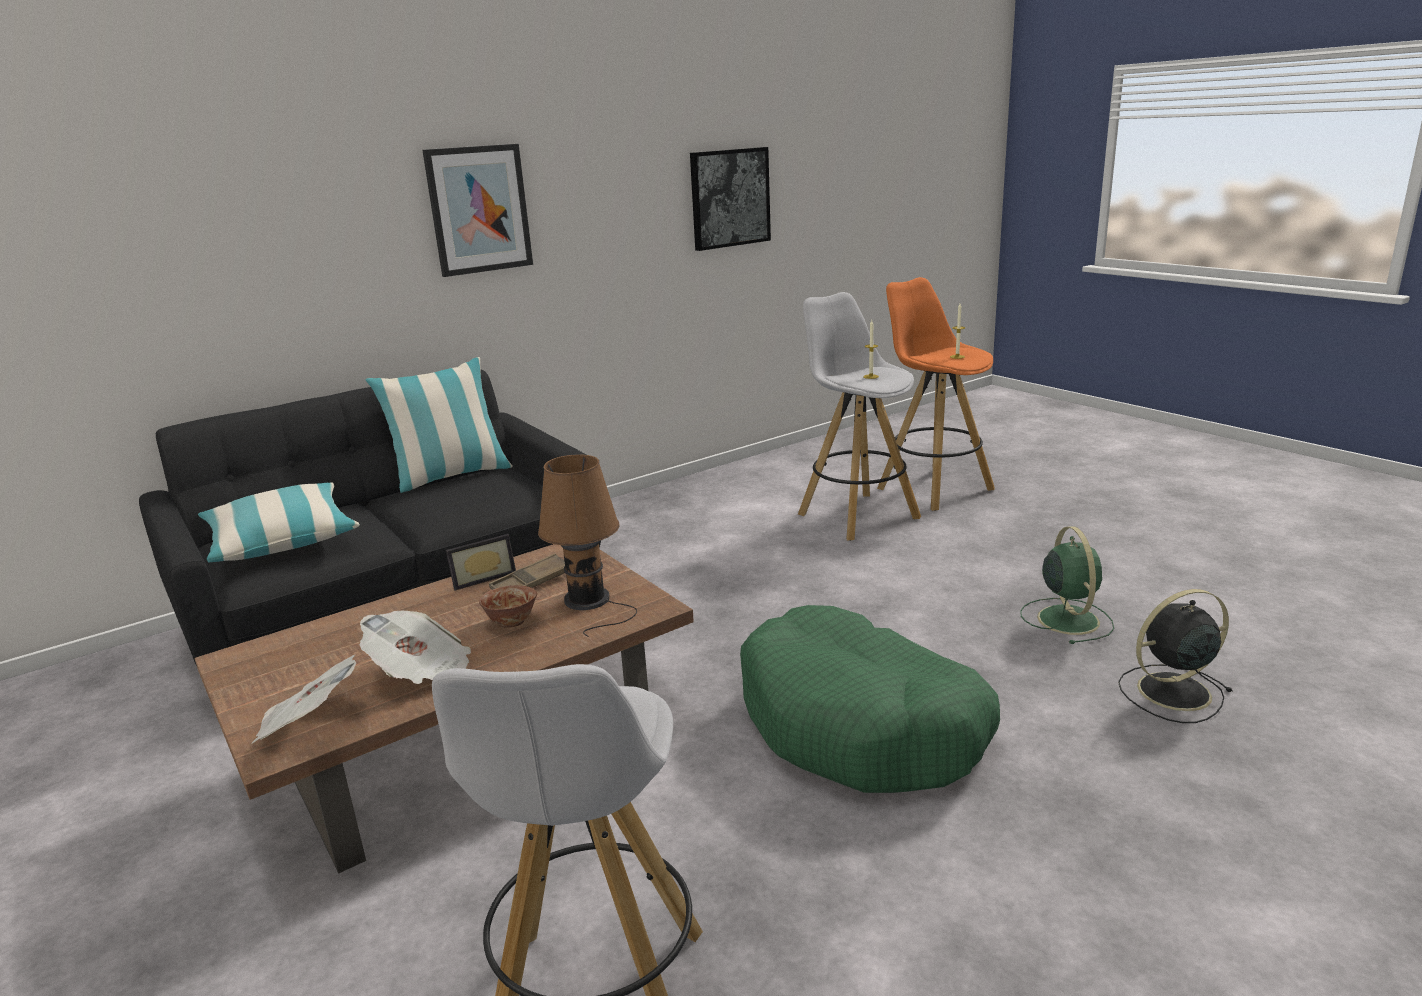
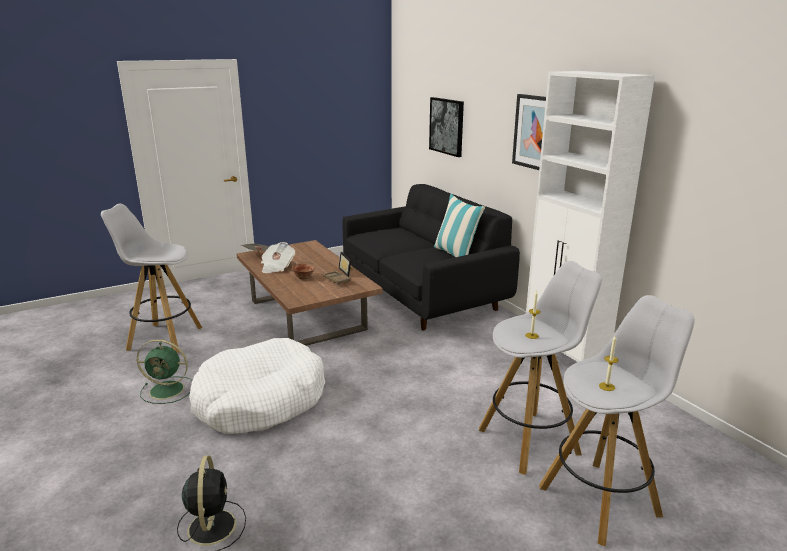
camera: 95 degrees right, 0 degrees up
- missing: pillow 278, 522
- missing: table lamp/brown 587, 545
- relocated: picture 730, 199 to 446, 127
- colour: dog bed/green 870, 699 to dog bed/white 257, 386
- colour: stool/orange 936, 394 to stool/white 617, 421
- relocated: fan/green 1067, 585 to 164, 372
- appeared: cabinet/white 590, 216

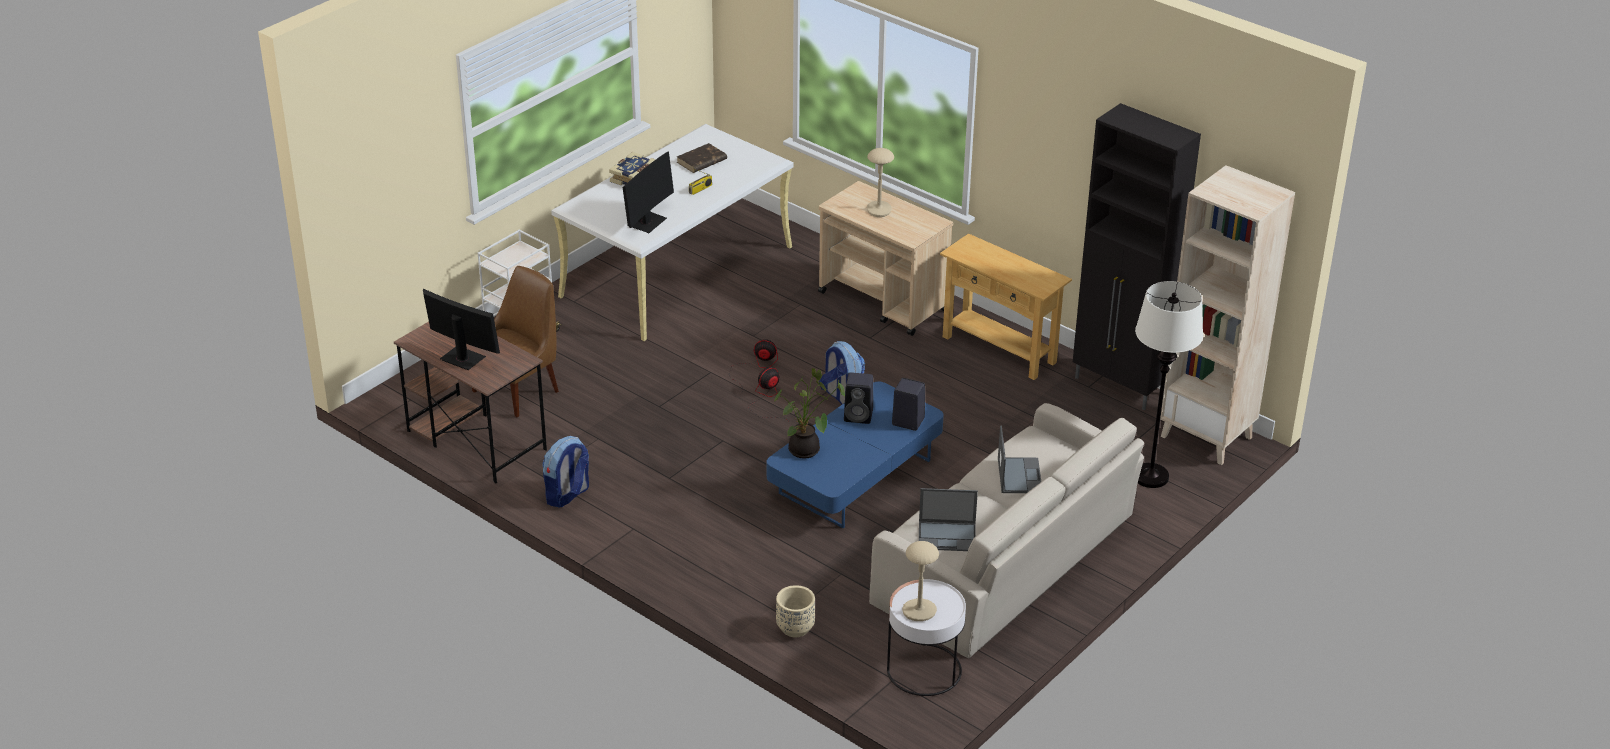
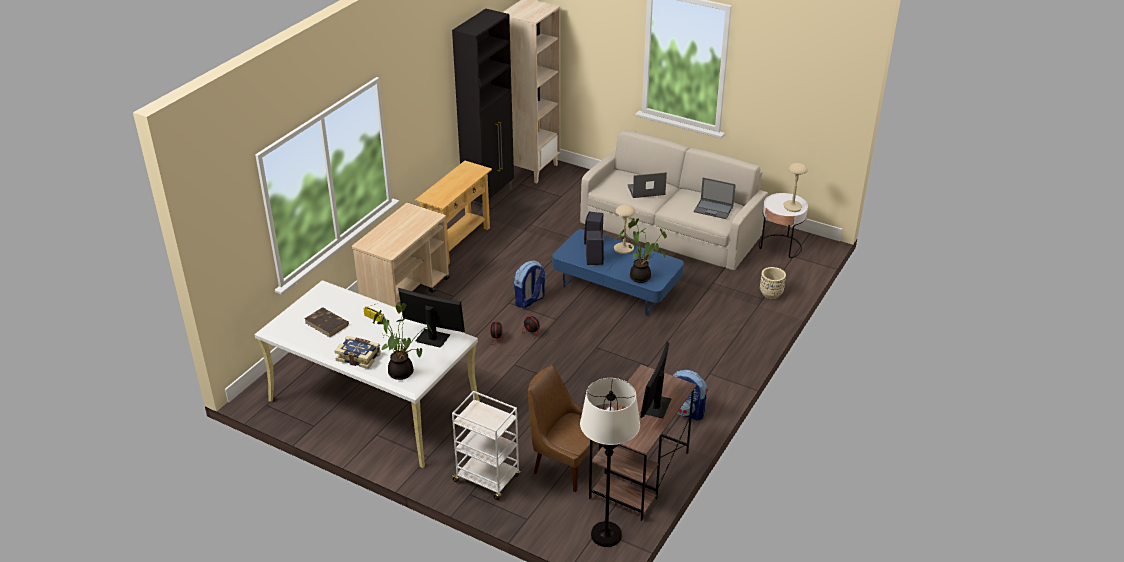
camera: 100 degrees left, 0 degrees up
- relocated: table lamp/beige 880, 182 to 624, 229
- spun: laptop 948, 519 = 715, 198 120 degrees clockwise
- relocated: floor lamp/white 1169, 384 to 610, 462
- appeared: potted plant 403, 341

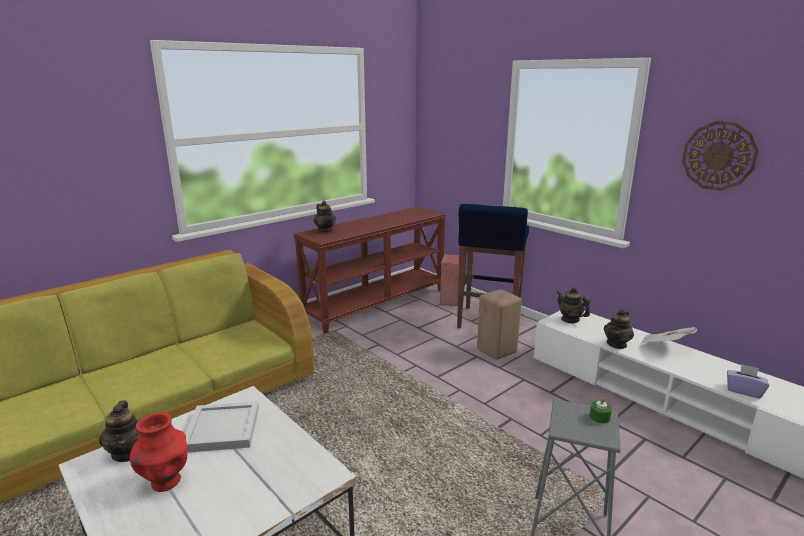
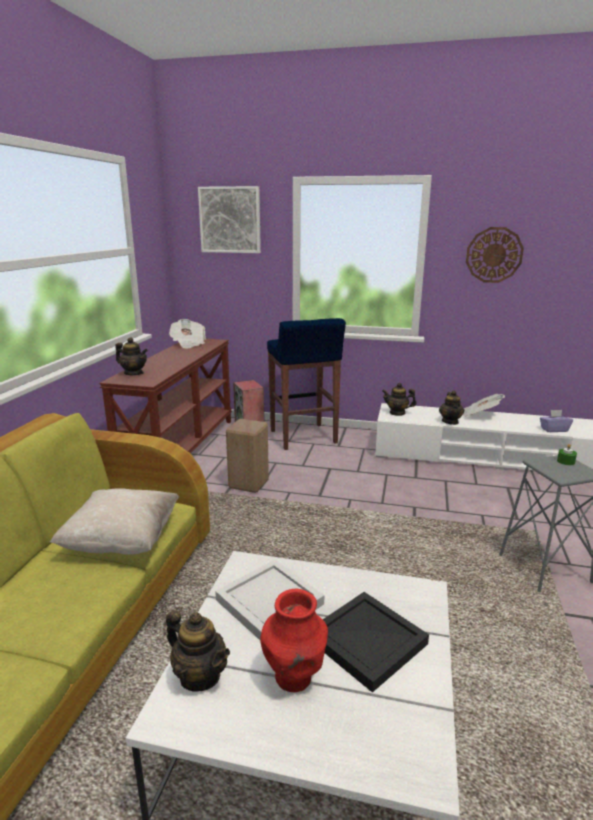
camera: 35 degrees left, 0 degrees up
- relocated: stool/beige 499, 324 to 247, 456
- appeared: pillow/beige 114, 521
- appeared: newspaper 187, 334
- appeared: picture 229, 219
- appeared: tray/black 376, 642

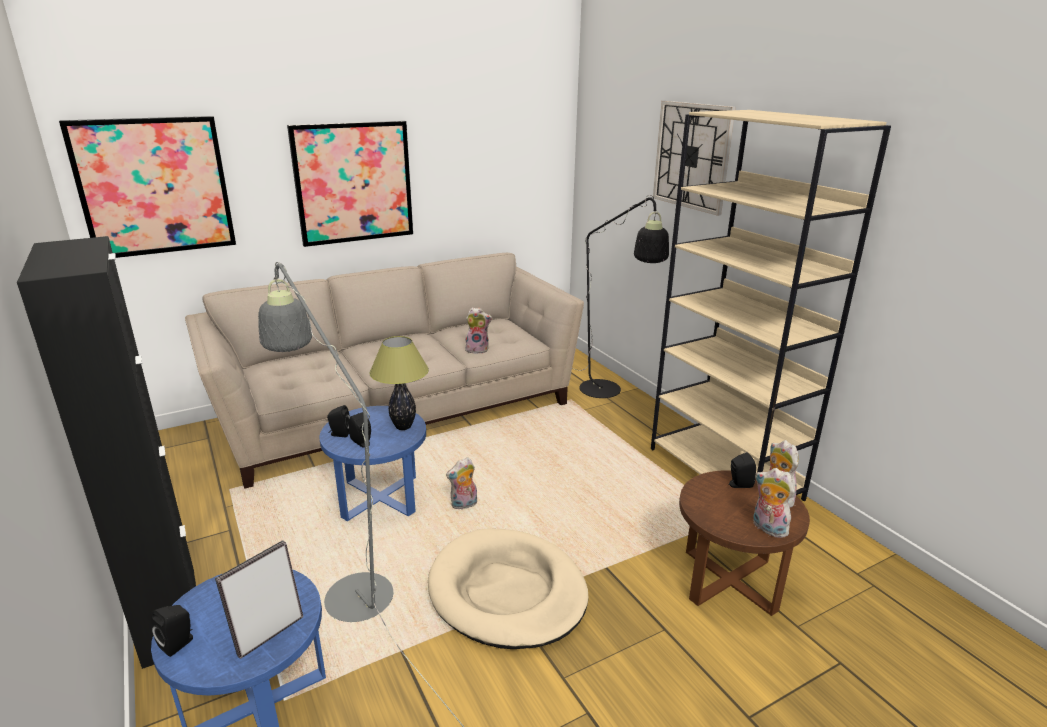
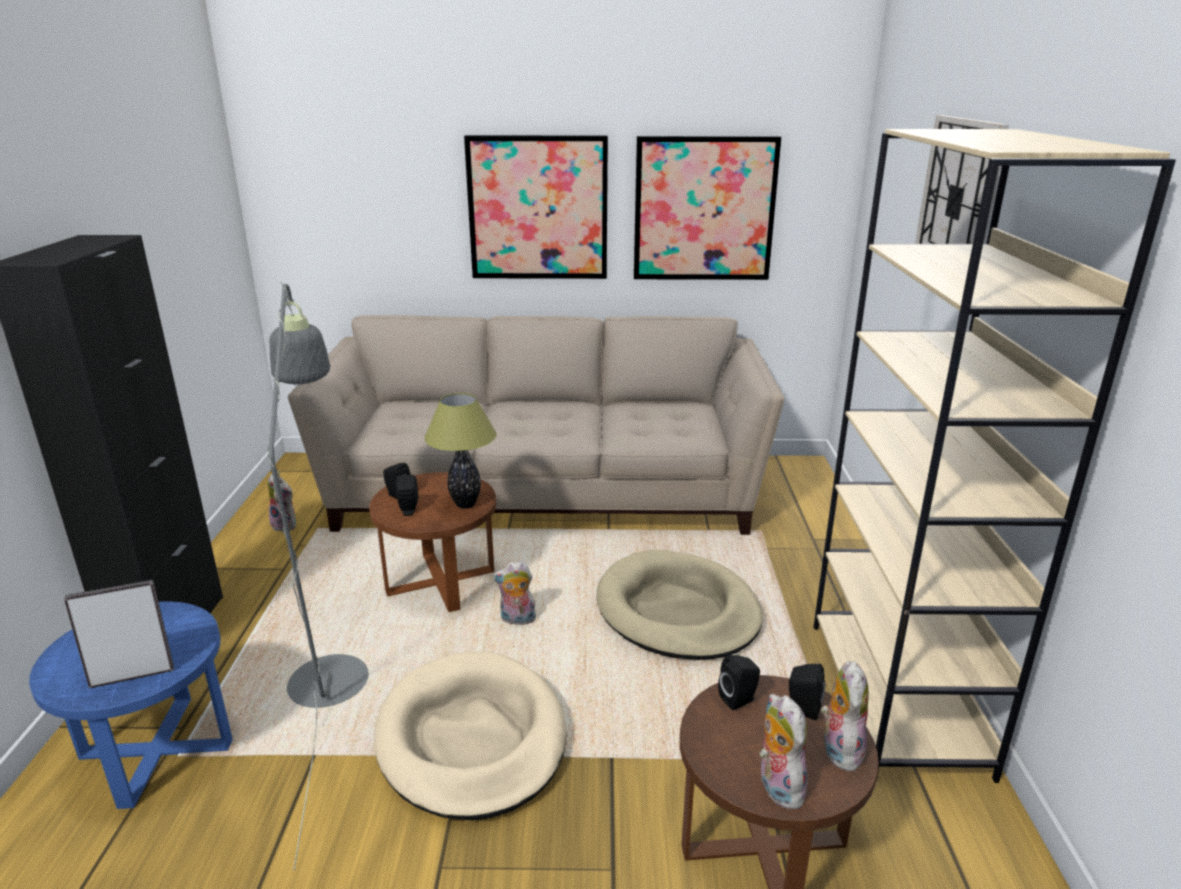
camera: 30 degrees right, 0 degrees up
- relocated: picture 147, 187 to 708, 208
- relocated: speaker/black 172, 631 to 739, 682
- colour: side table/blue 373, 463 to side table/brown 432, 542
- relocated: plush toy 478, 330 to 282, 503
- missing: floor lamp/black 620, 296
- appeared: dog bed/beige 679, 605

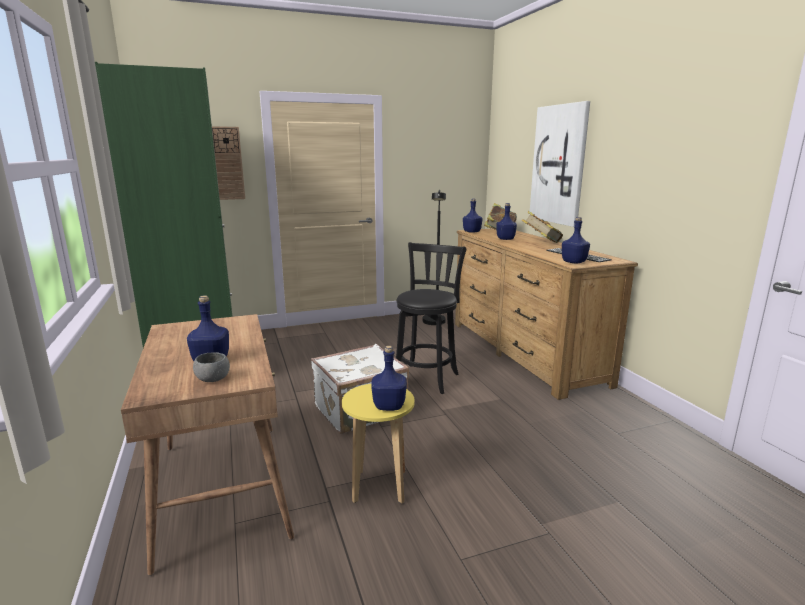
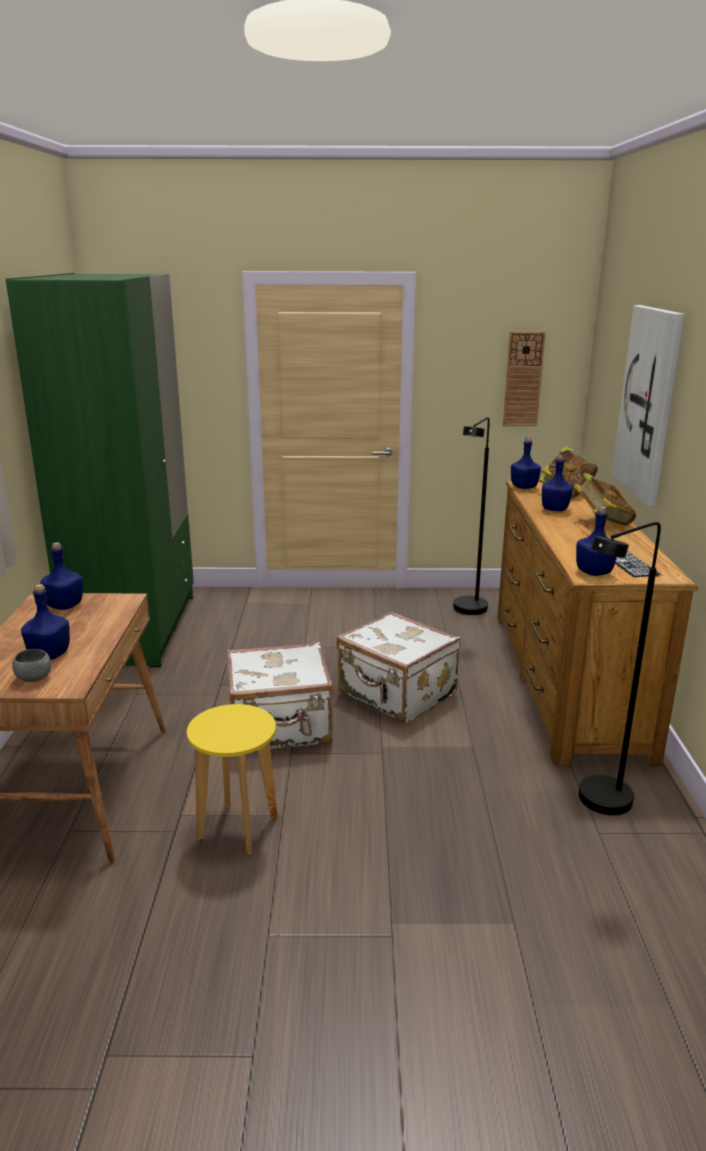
camera: 20 degrees right, 5 degrees up
- relocated: wall clock 228, 163 to 524, 379
- relocated: bottle/blue 389, 378 to 61, 576
- exchanged: stool/black 431, 318 to suitcase/white 398, 668
- appeared: floor lamp/black 619, 668

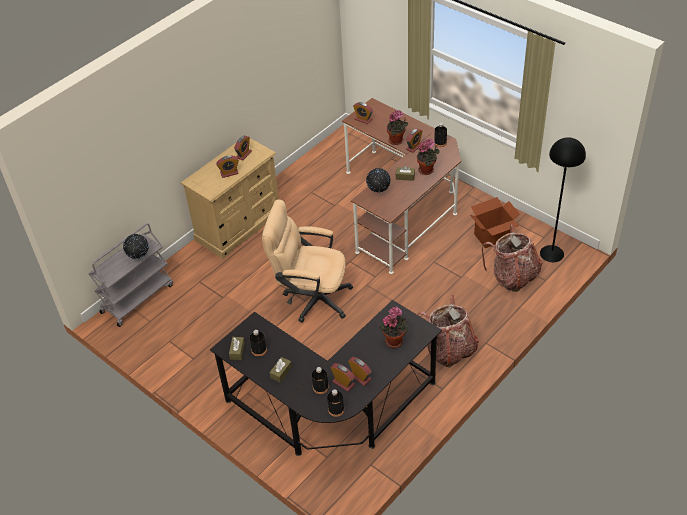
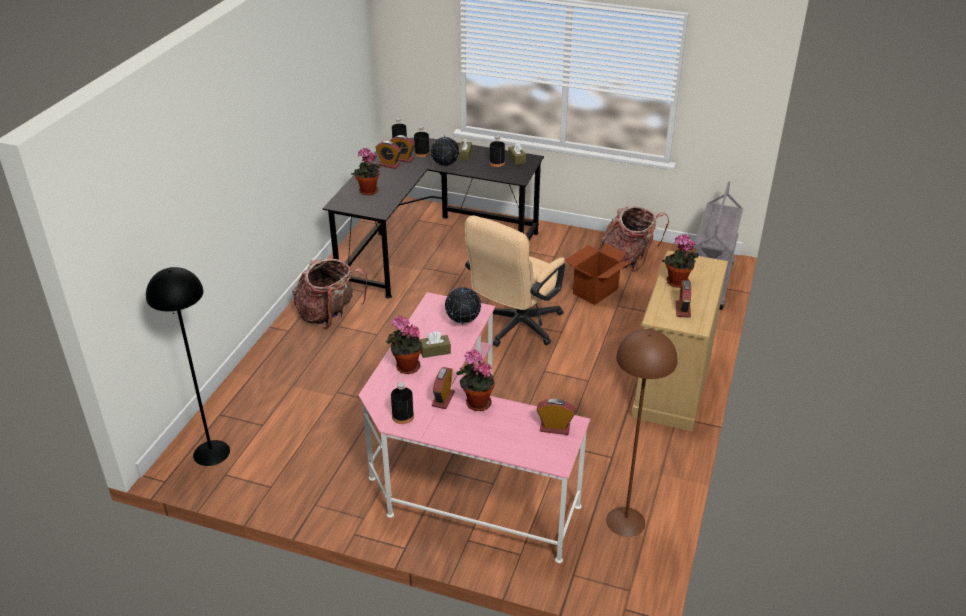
camera: 155 degrees right, 10 degrees down
- relocated: globe 136, 246 to 445, 151
- exchanged: alarm clock 227, 167 to potted plant 680, 261
- spun: office chair/beige 307, 260 = 515, 281 135 degrees clockwise
- colour: desk/brown 401, 186 to desk/pink 474, 427
- relocated: cardboard box 495, 222 to 598, 274
- relocated: backpack 512, 258 to 634, 239
- appeared: floor lamp/brown 642, 433

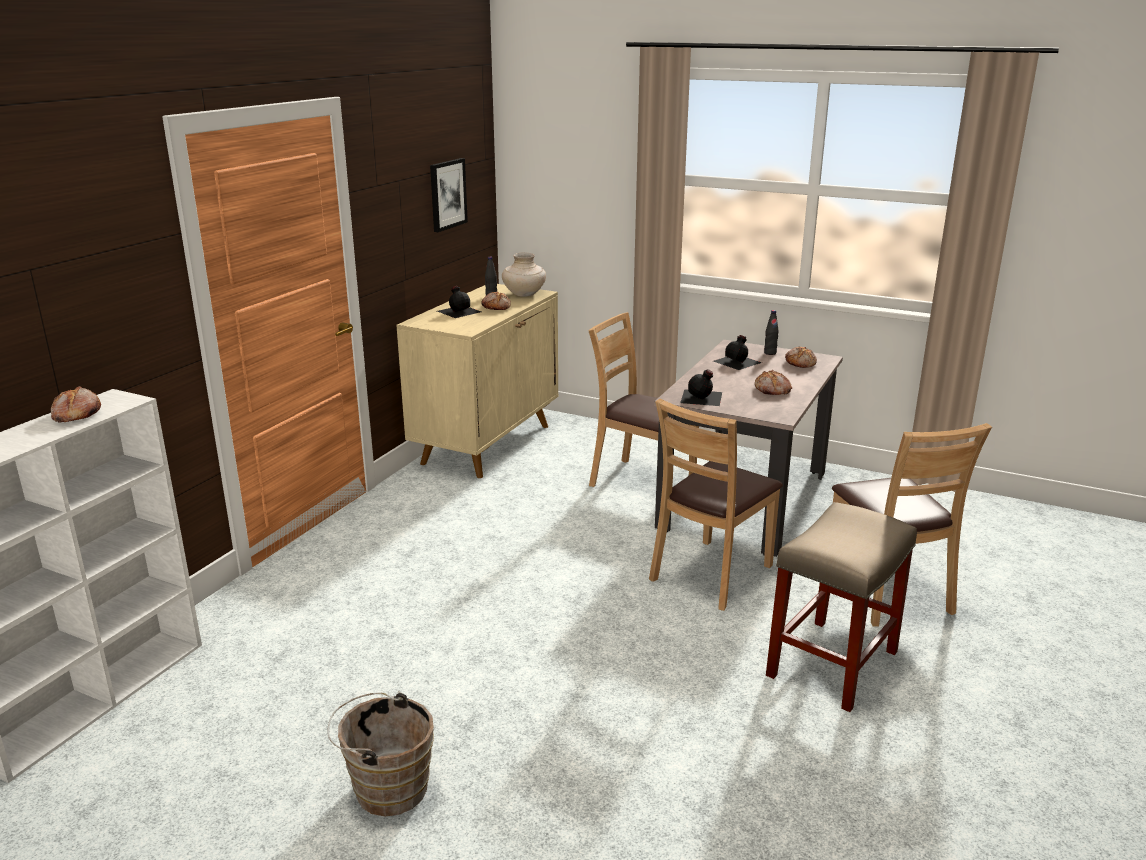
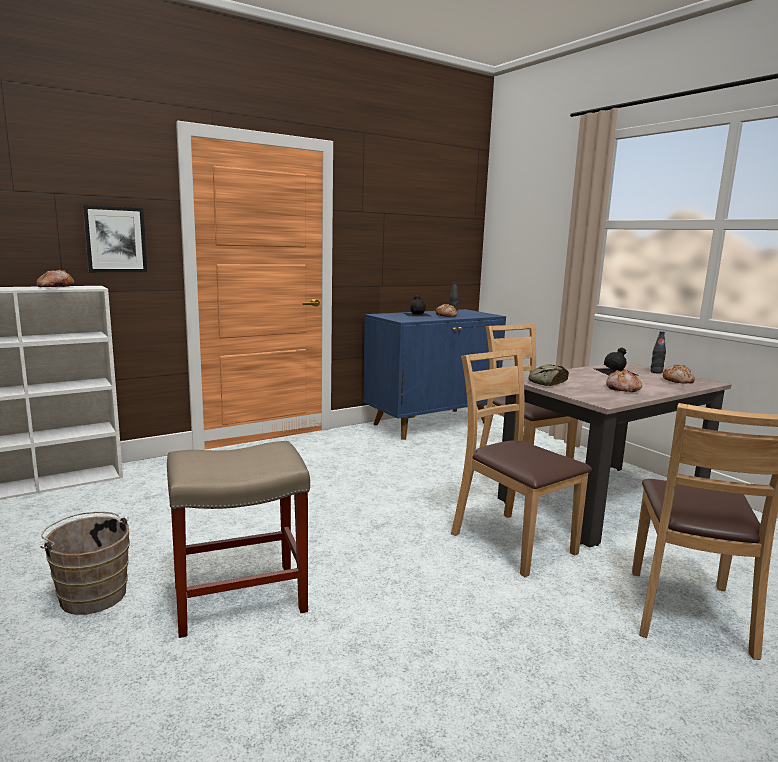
camera: 30 degrees right, 10 degrees down
- colour: cabinet/beige 477, 381 to cabinet/blue 434, 374
- relocated: picture 449, 195 to 115, 238
- missing: vase/beige 524, 274
- spun: chair/brown 716, 505 = 521, 463 75 degrees clockwise
- exchanged: bottle/black 701, 387 to bread 548, 375
- relocated: stool/beige 841, 607 to 238, 539

